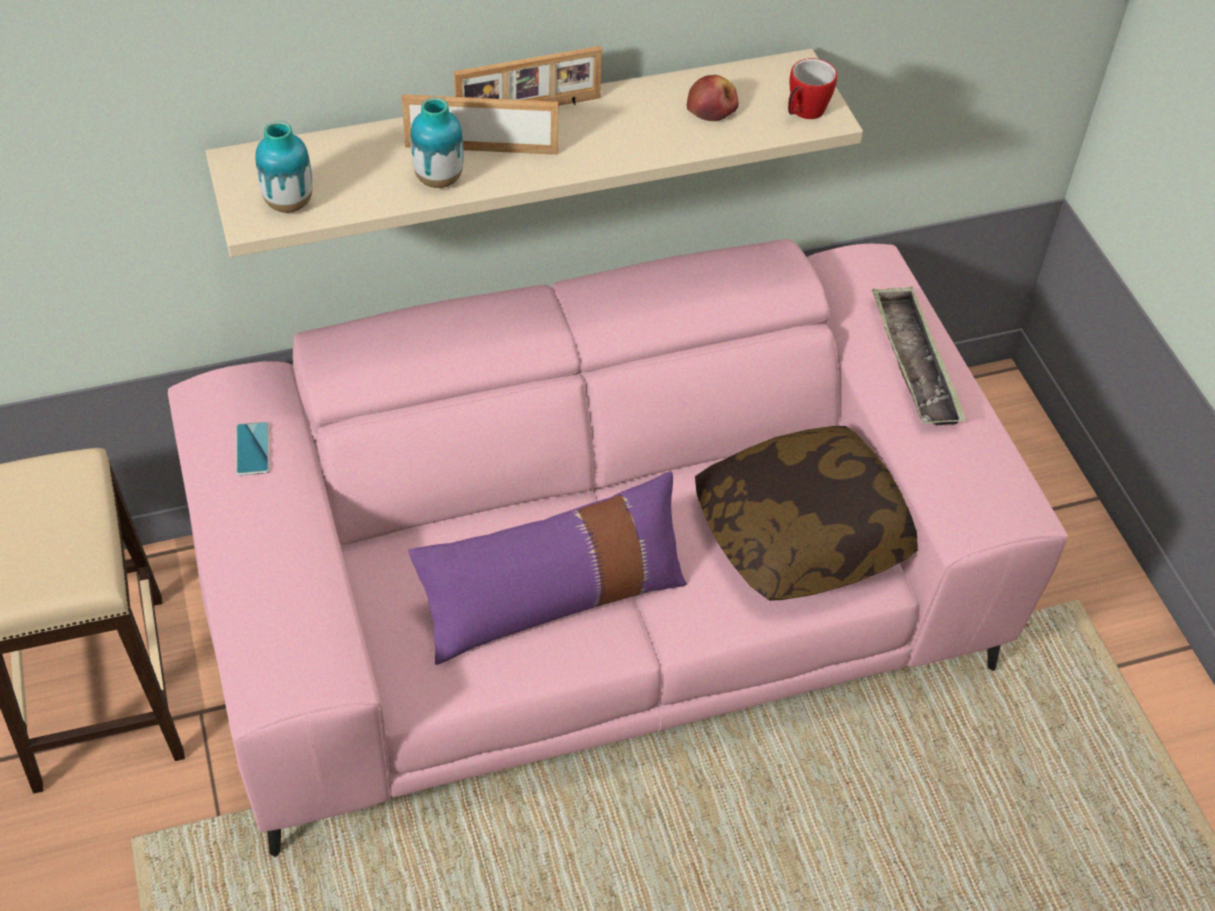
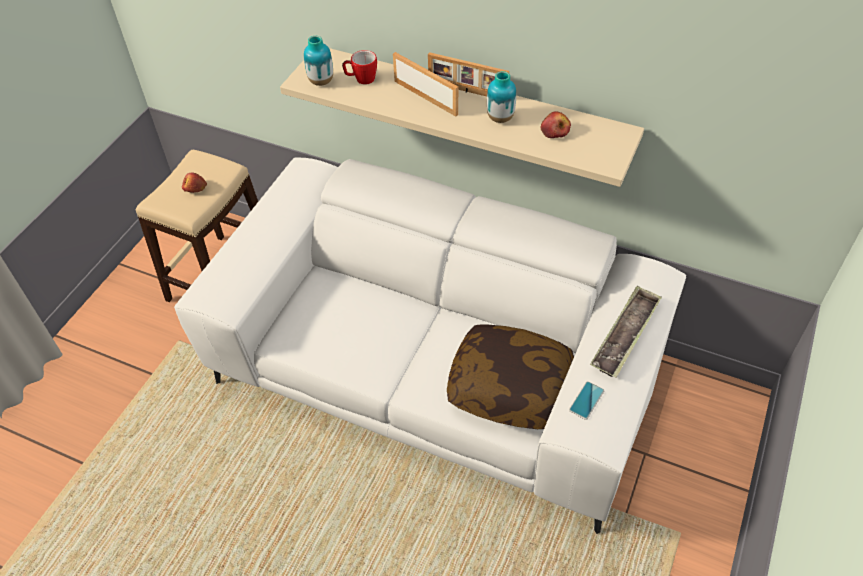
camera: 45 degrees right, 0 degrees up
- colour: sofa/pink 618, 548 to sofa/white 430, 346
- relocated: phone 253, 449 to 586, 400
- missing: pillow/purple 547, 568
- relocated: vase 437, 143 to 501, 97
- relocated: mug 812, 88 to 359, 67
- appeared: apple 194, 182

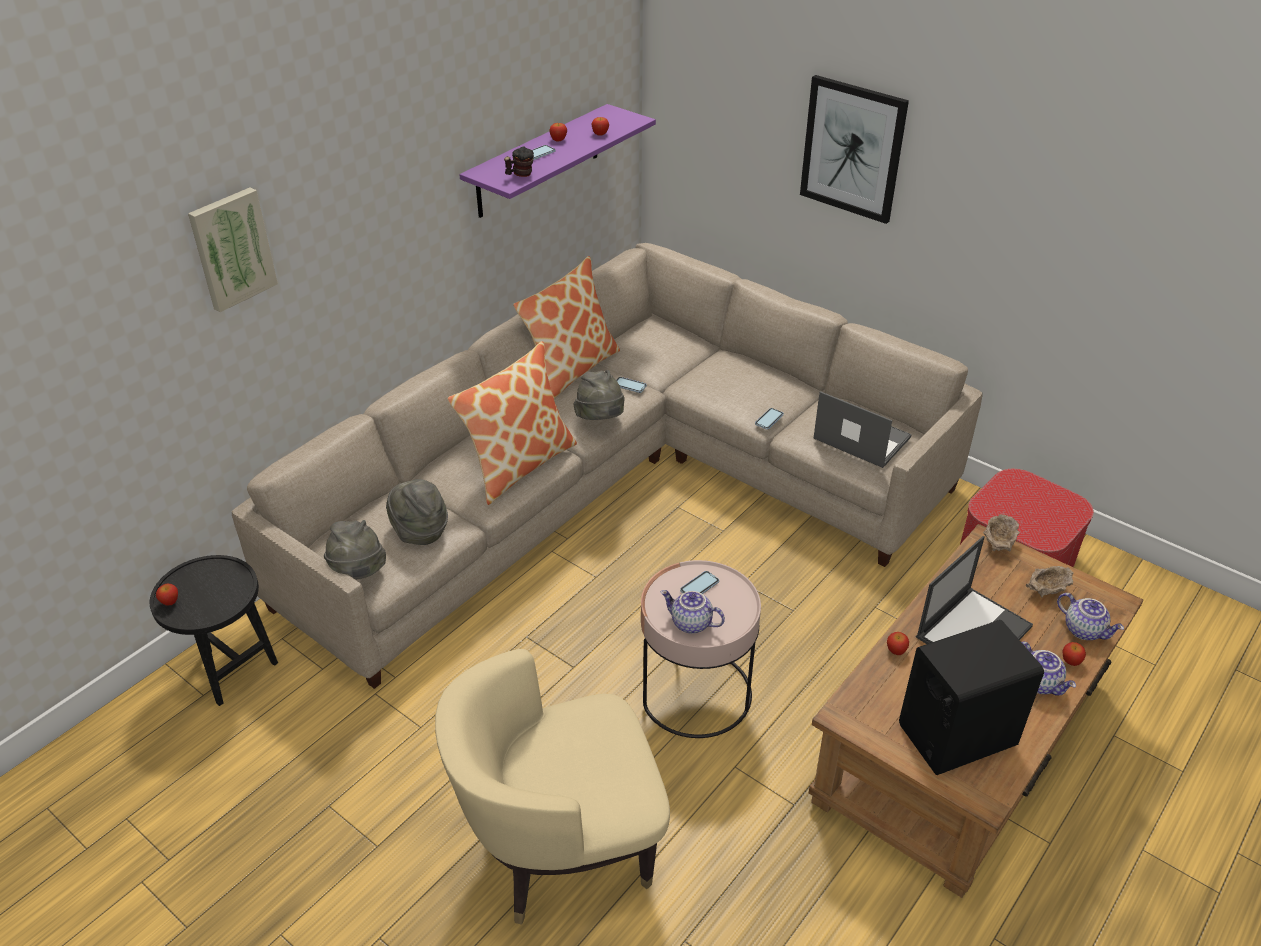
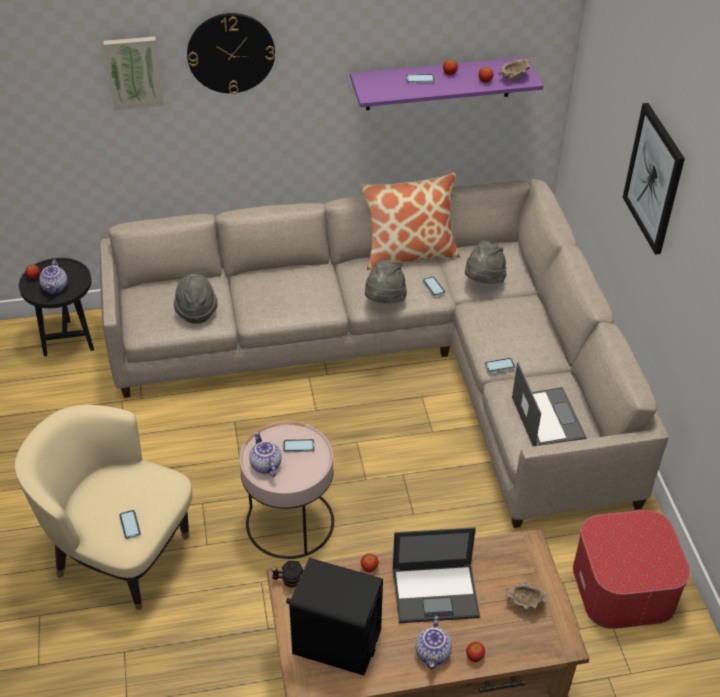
camera: 40 degrees right, 5 degrees up
- relocated: hat/grey 355, 550 to 485, 262
- missing: pillow 512, 423
- relocated: mug 519, 161 to 287, 574
- relocated: bowl/beige 1001, 532 to 514, 69
- relocated: teapot 1090, 616 to 53, 276
- appeared: phone 130, 524
- appeared: wall clock 231, 53

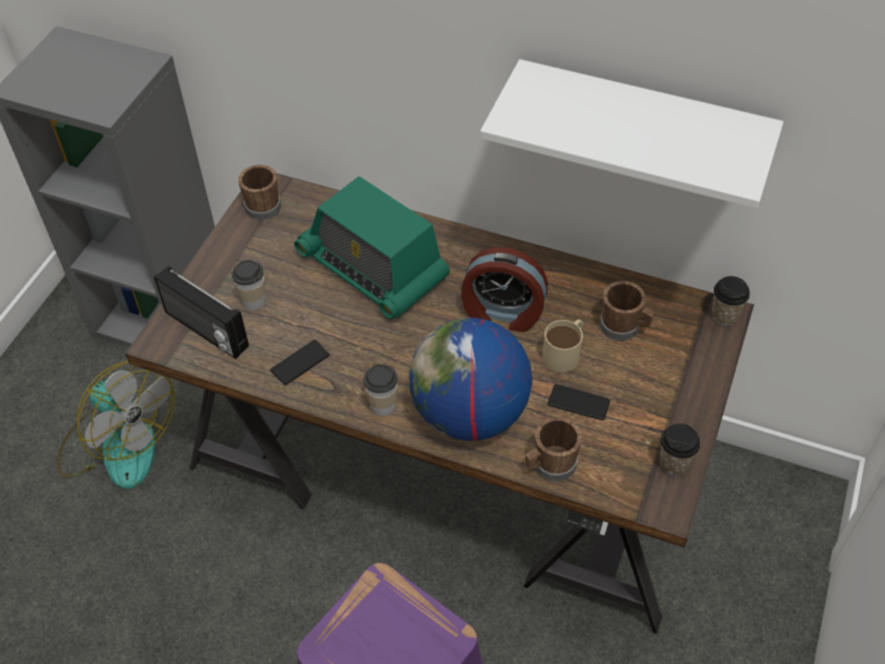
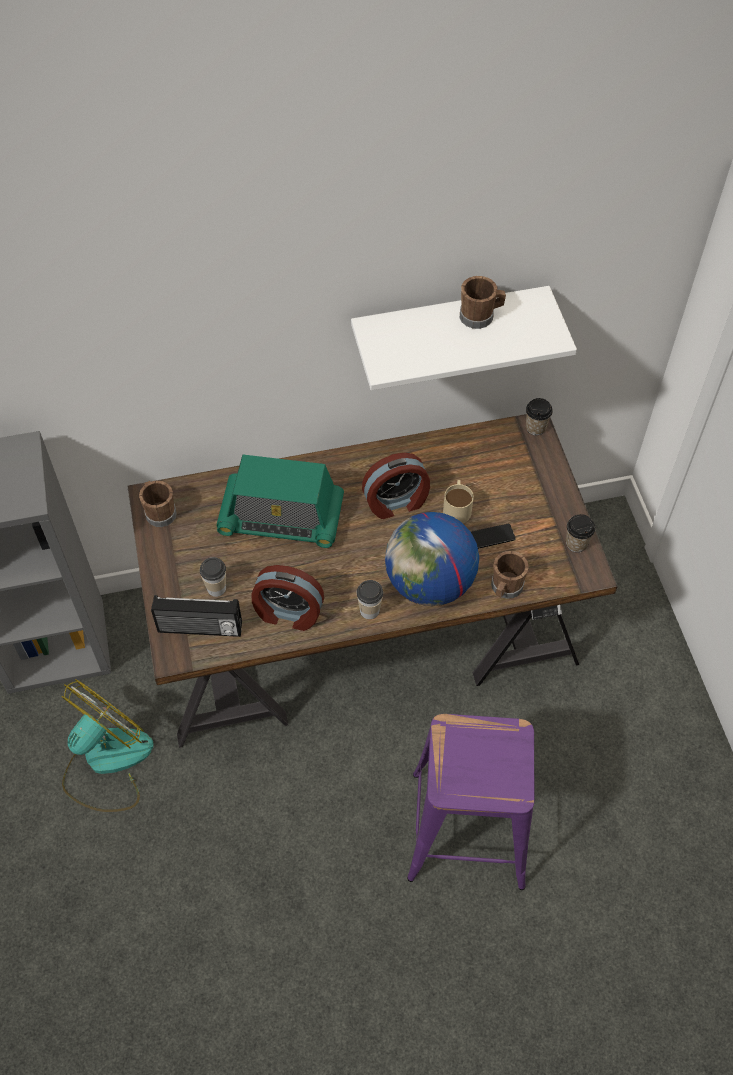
camera: 35 degrees left, 5 degrees up
- spun: fan 116, 425 = 107, 745 60 degrees counterclockwise
- exchanged: phone 299, 362 to alarm clock 288, 598
- relocated: mug/brown 627, 311 to 483, 302

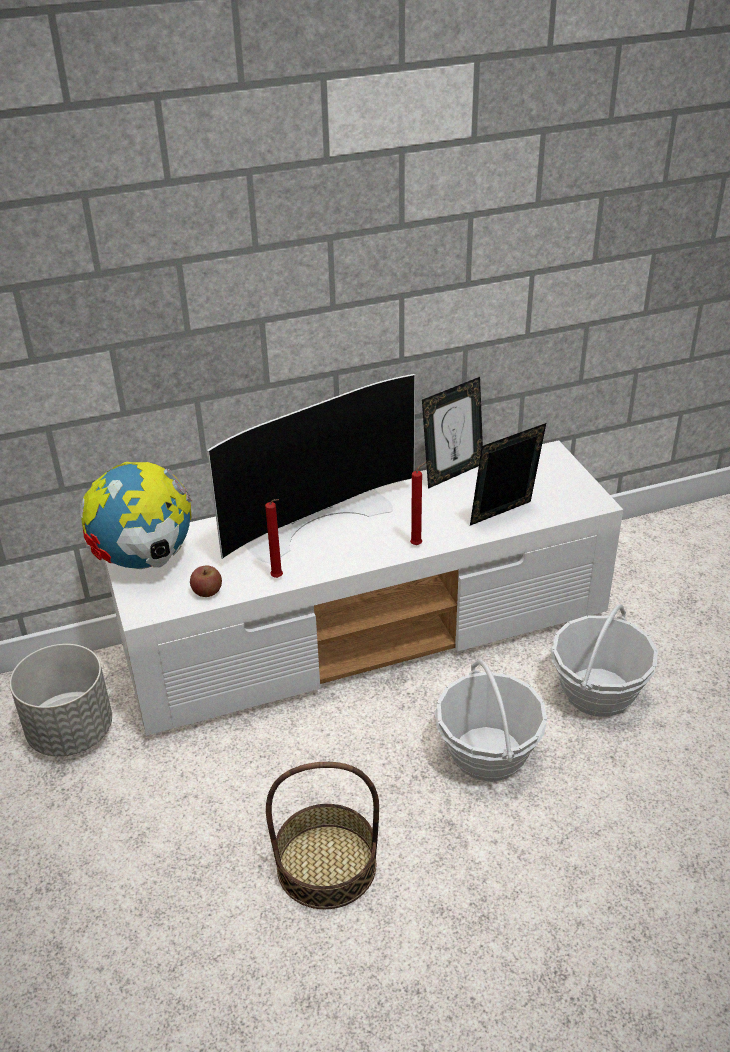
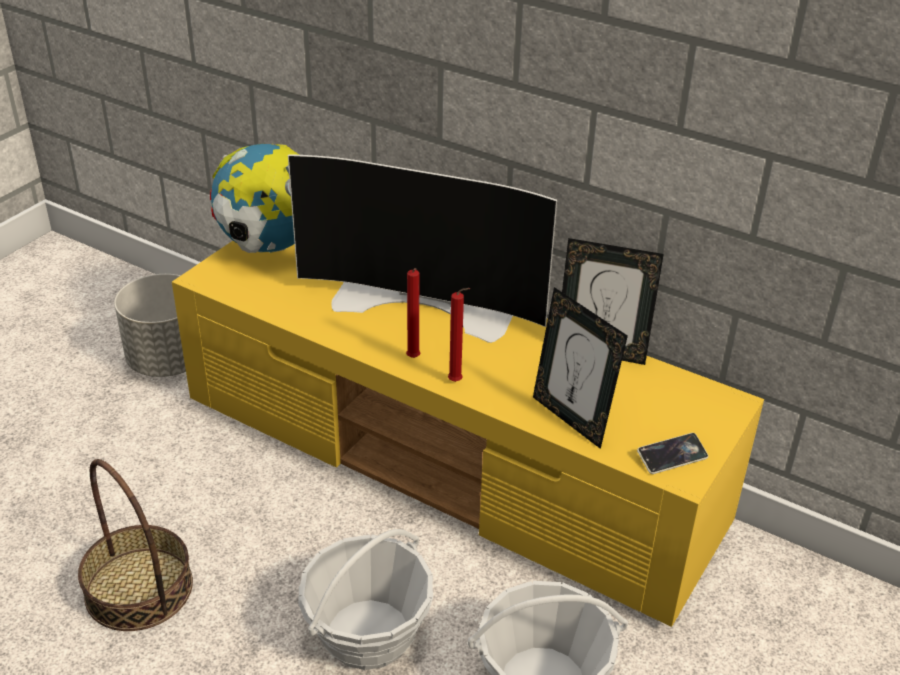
camera: 50 degrees right, 0 degrees up
- colour: tv stand/white 363, 588 to tv stand/yellow 468, 434
- missing: apple 206, 581
- relocated: candle/red 274, 538 to 413, 313
- spun: picture frame 508, 474 = 580, 368 150 degrees counterclockwise
- appeared: phone 672, 453

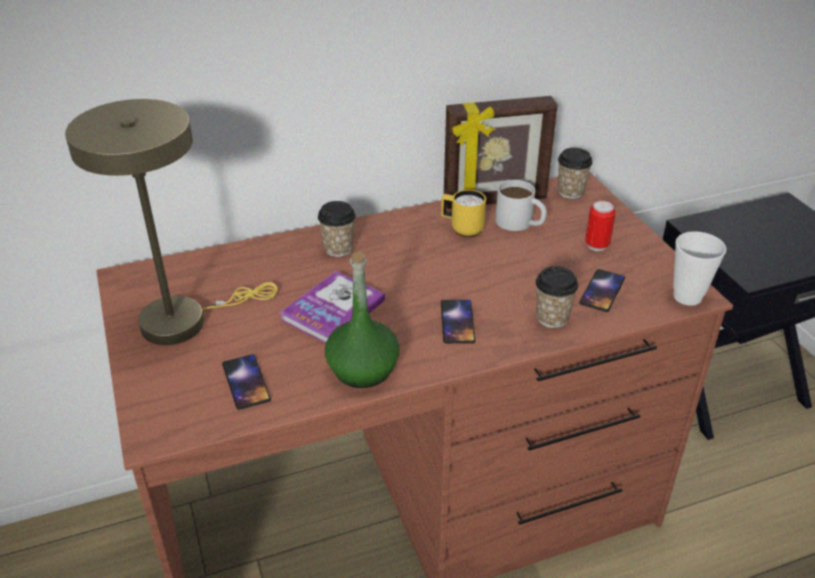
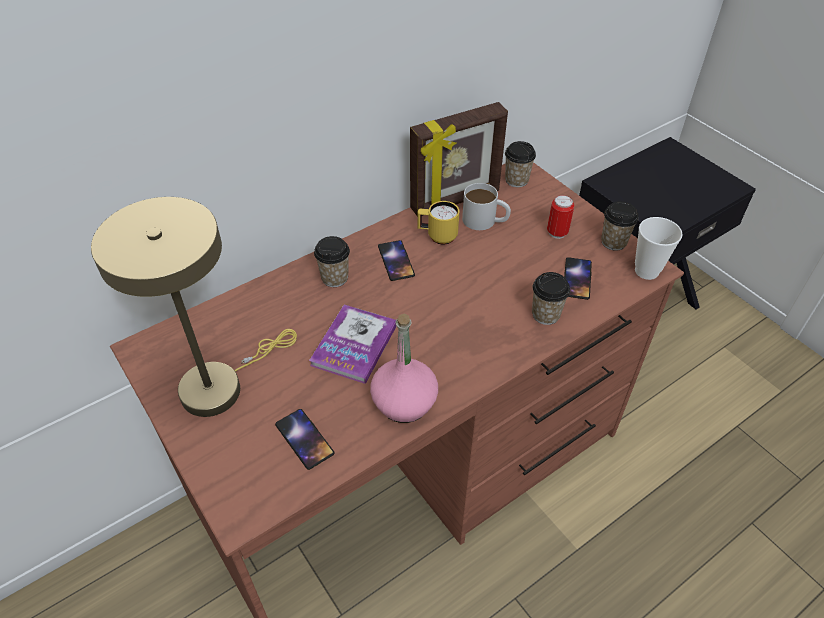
camera: 15 degrees left, 10 degrees up
- colour: bottle/green 362, 319 to bottle/pink 404, 368
- relocated: phone 458, 322 to 396, 260
- appeared: cup 620, 226

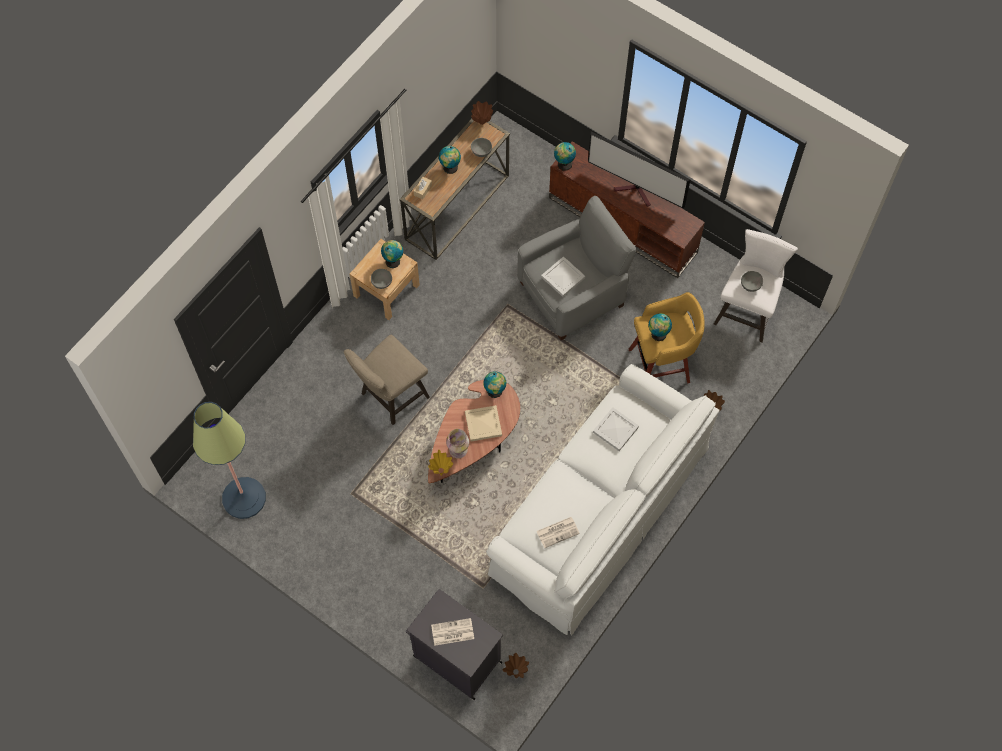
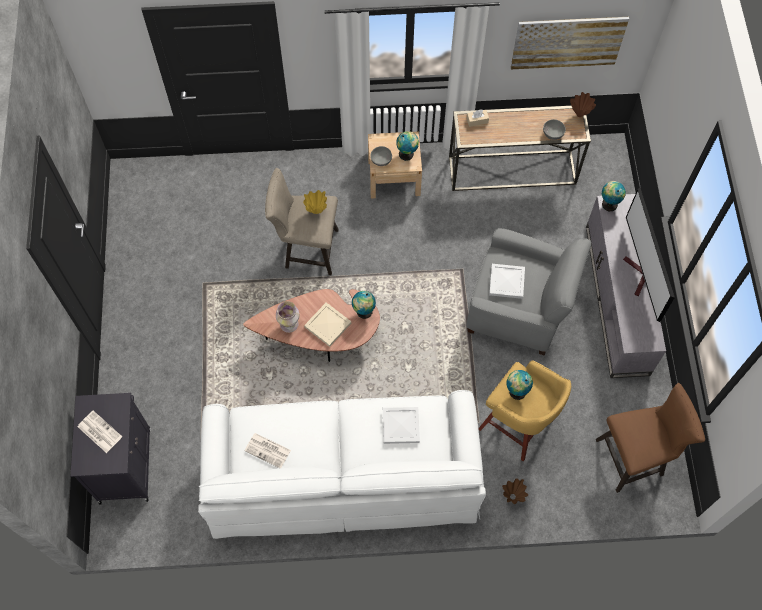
camera: 50 degrees right, 0 degrees up
- missing: floor lamp 229, 460
- relocated: vase/yellow 440, 463 to 315, 202
- missing: globe 450, 160
- missing: vase/brown 516, 665
- colour: tv stand/brown 627, 209 to tv stand/grey 626, 286
- colour: stool/white 756, 285 to stool/brown 650, 438
- missing: bowl/grey 752, 281
- appeared: picture 570, 43

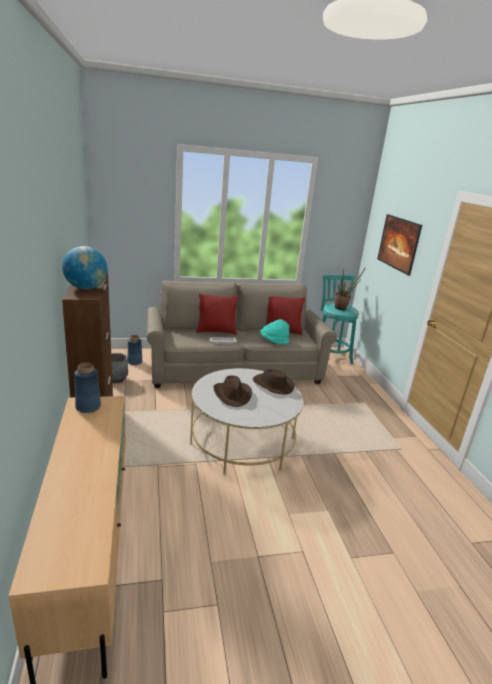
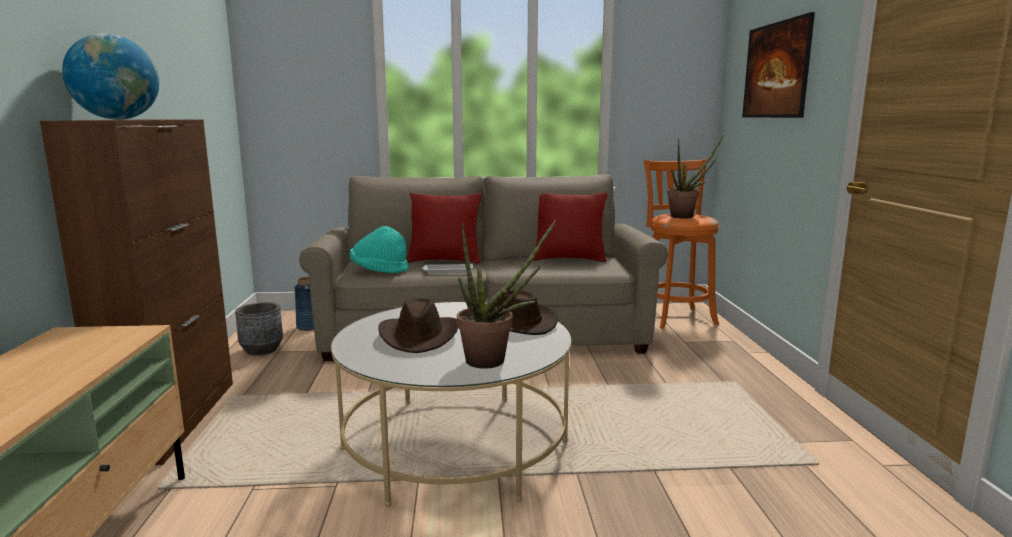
camera: 10 degrees right, 10 degrees down
- missing: vase/blue 87, 388
- relocated: hat/turquoise 275, 331 to 379, 249
- colour: stool/turquoise 339, 319 to stool/orange 681, 244
- appeared: potted plant 506, 294

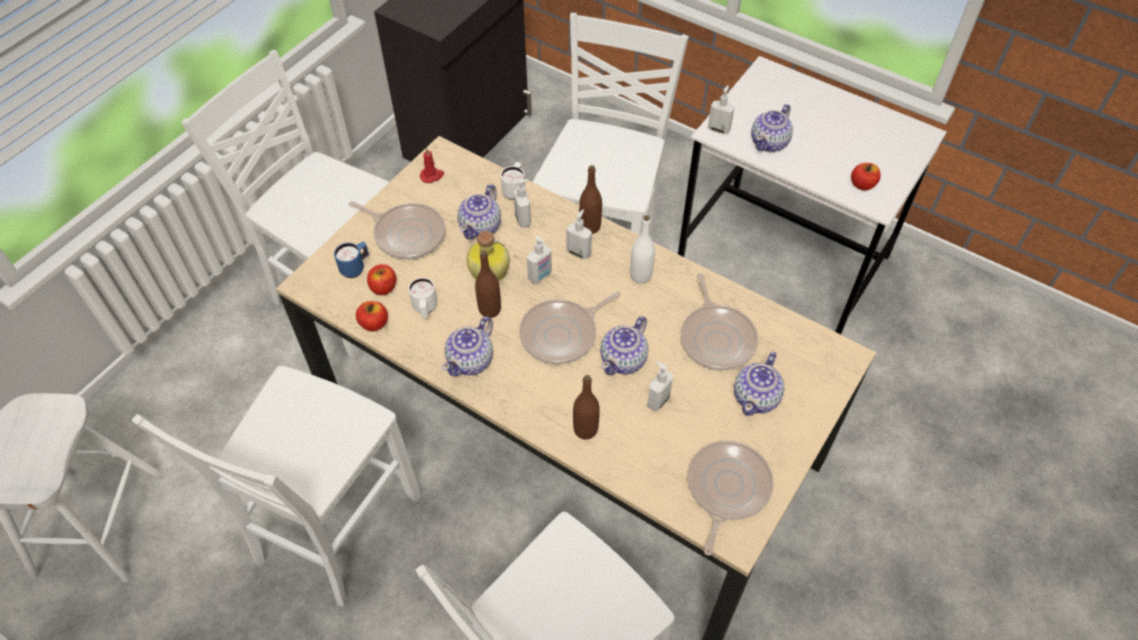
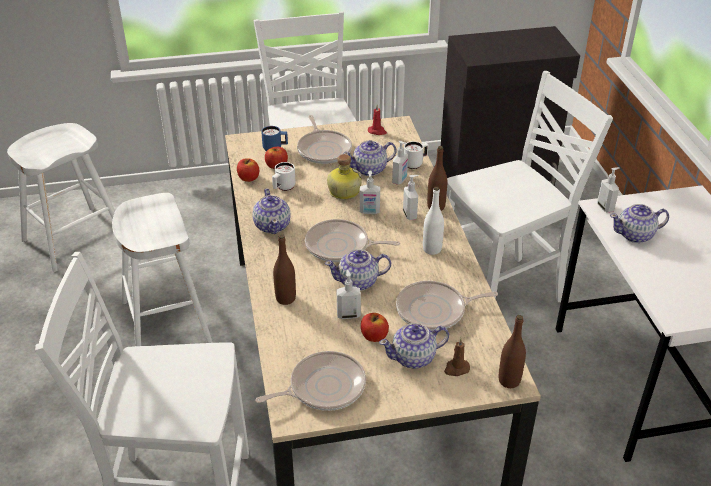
camera: 45 degrees right, 15 degrees down
- exchanged: chair/white 276, 486 to stool/white 162, 269
- spun: teapot 467, 346 = 271, 211 90 degrees counterclockwise
- relocated: bottle/brown 488, 284 to 512, 351
- spun: frying pan 719, 321 = 447, 306 45 degrees clockwise
- relocated: apple 866, 177 to 375, 327
- appeared: candle/brown 457, 357

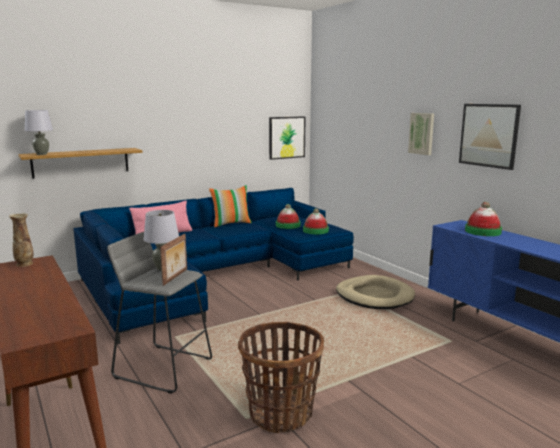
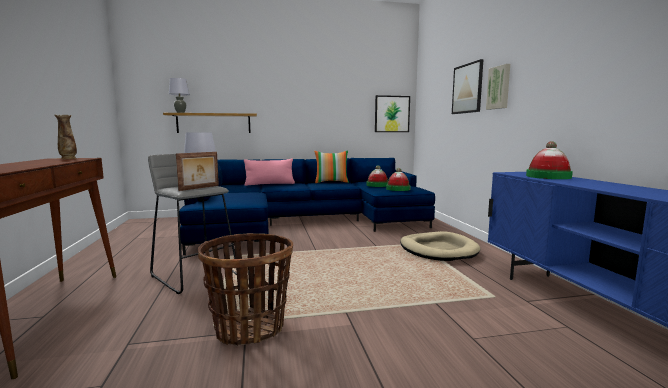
camera: 20 degrees right, 5 degrees down
- relocated: picture 490, 137 to 468, 86

